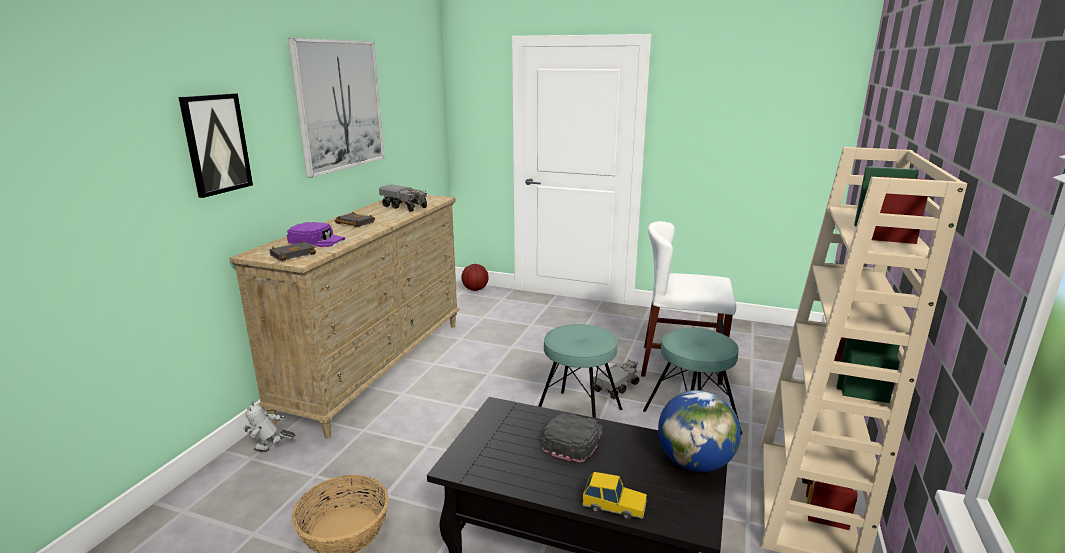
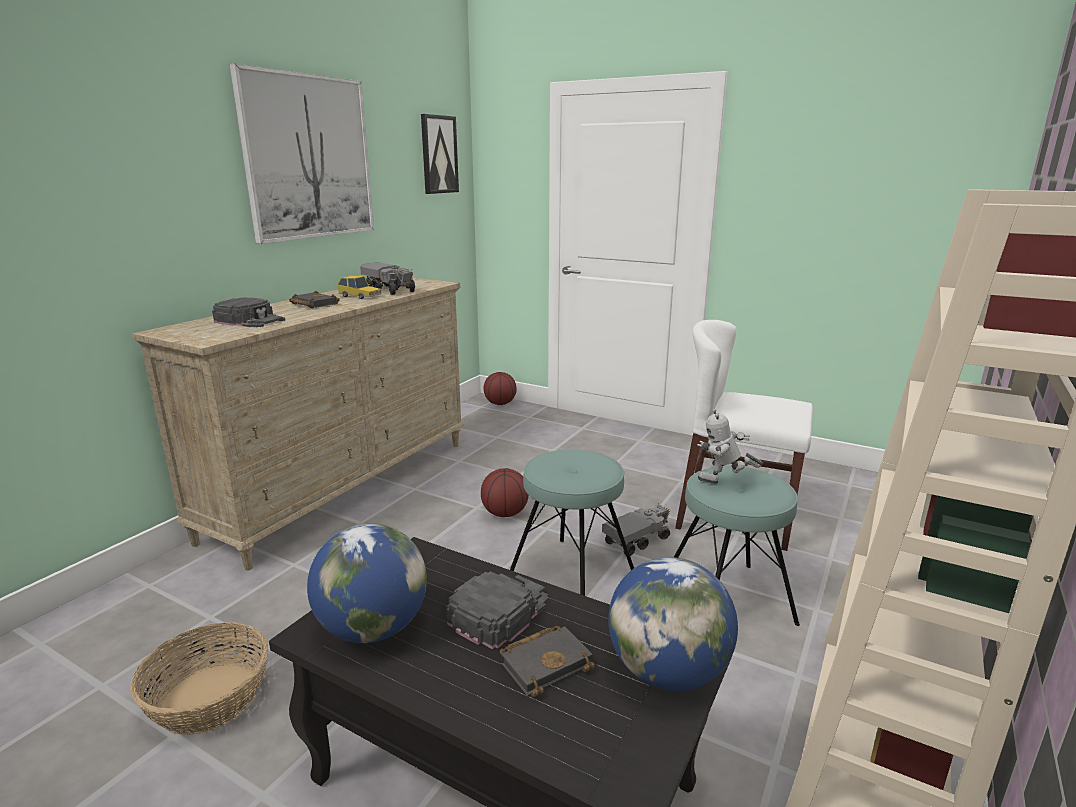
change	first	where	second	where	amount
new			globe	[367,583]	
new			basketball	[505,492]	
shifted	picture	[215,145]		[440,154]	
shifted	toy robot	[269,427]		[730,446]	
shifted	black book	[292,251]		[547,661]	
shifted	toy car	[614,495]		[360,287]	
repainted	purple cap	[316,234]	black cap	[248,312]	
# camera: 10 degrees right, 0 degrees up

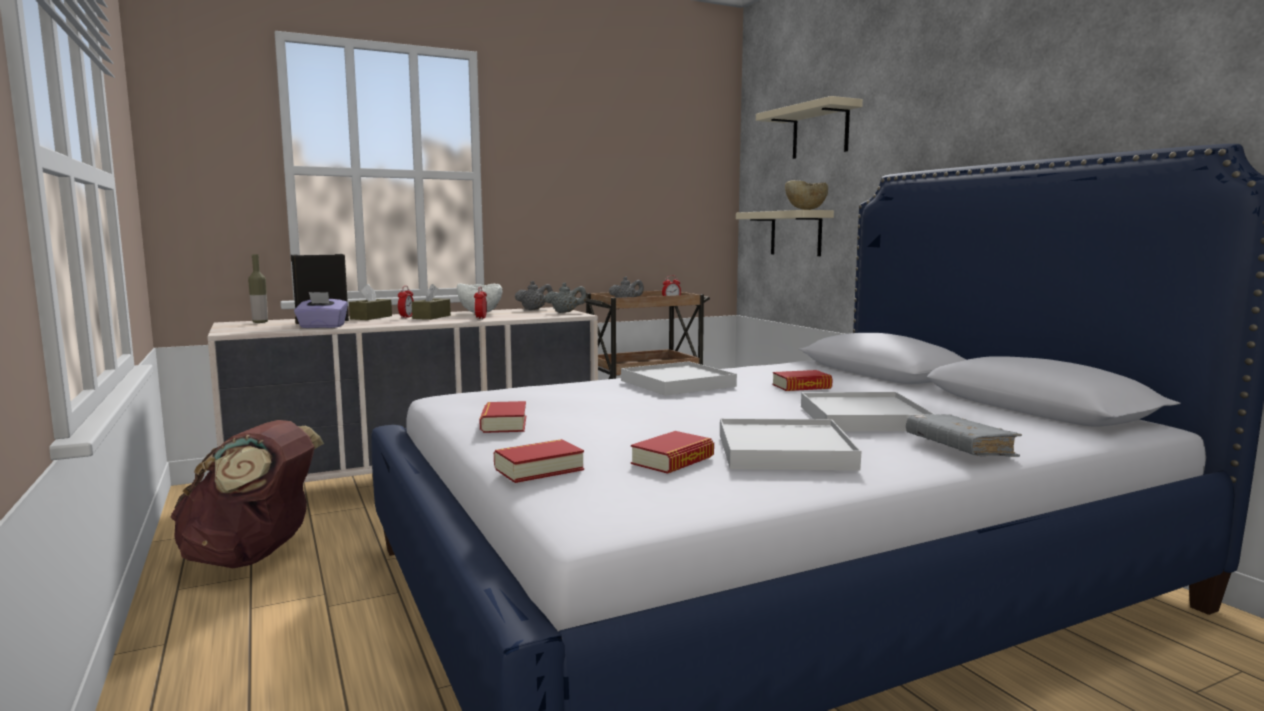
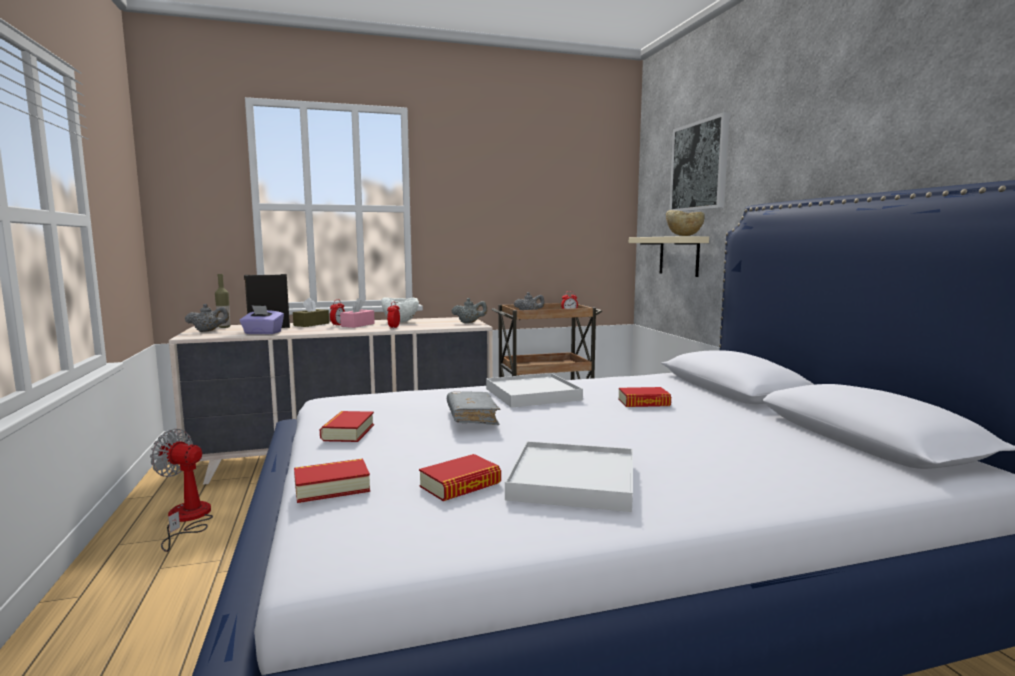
change	first	where	second	where	amount
gone	white tray	[867,411]			
shifted	grey teapot	[534,295]		[207,318]	
shifted	grey book	[964,435]		[473,408]	
swapped	brown backpack	[247,494]	fan	[181,490]	
swapped	beige shelf	[809,127]	picture	[699,161]	
repainted	brown tissue box	[431,302]	pink tissue box	[357,313]	
# camera: 10 degrees right, 0 degrees up

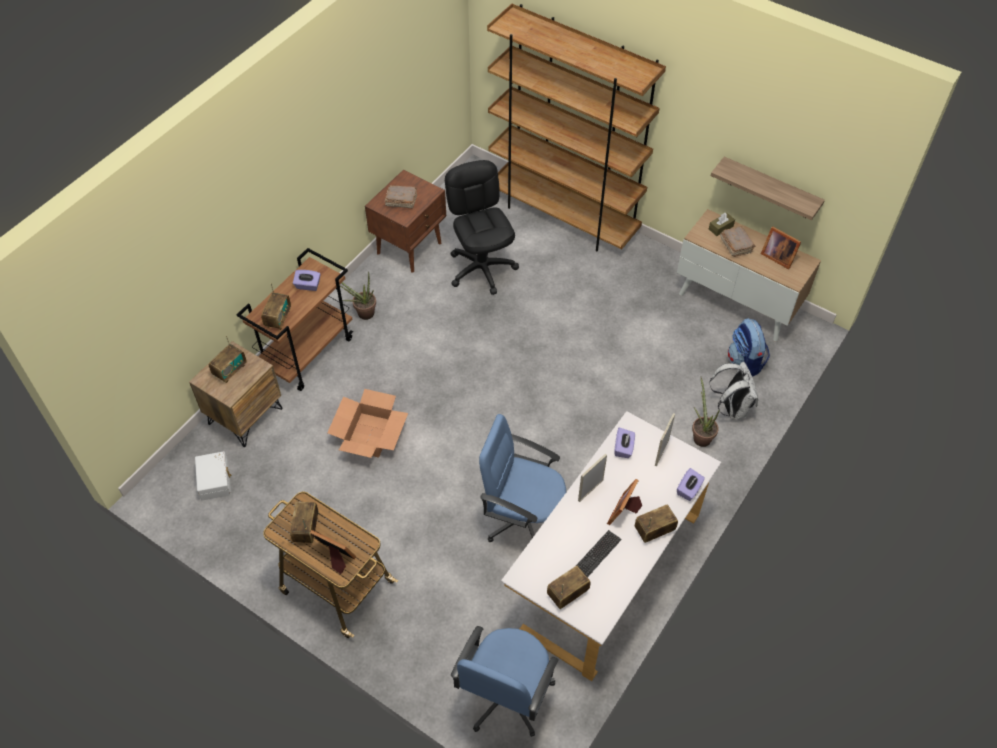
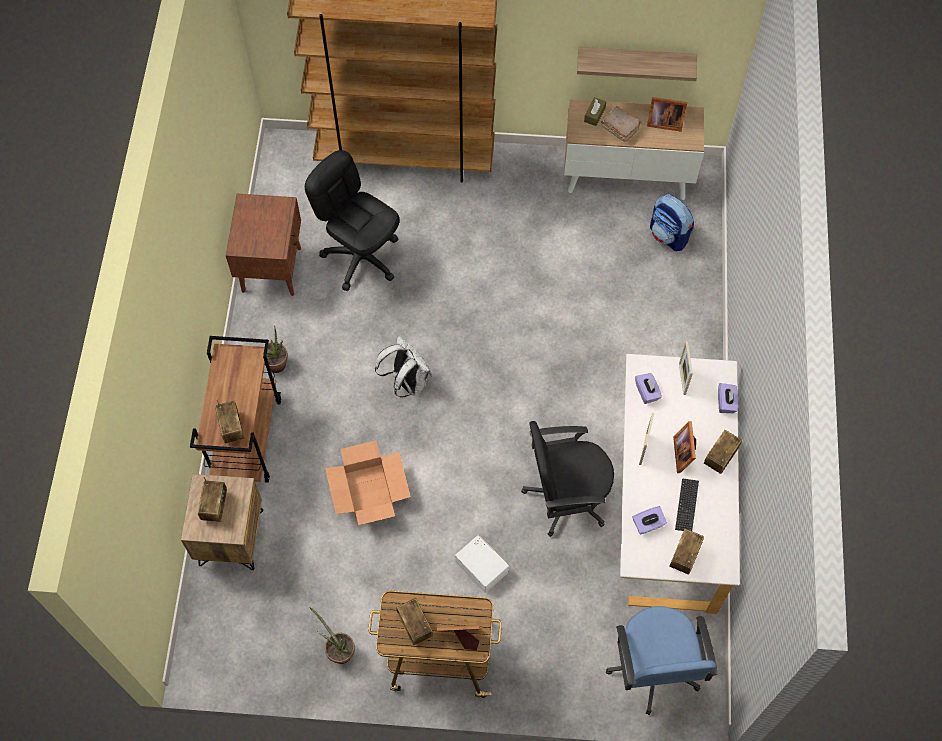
change	first	where	second	where	amount
gone	brown book	[401,196]			
shifted	white storage box	[213,476]		[482,564]	
shifted	purple tissue box	[306,280]		[649,520]	
shifted	potted plant	[706,412]		[332,635]	
shifted	white backpack	[733,391]		[403,367]	
repainted	blue office chair	[522,478]	black office chair	[567,479]	
# camera: 30 degrees left, 10 degrees up

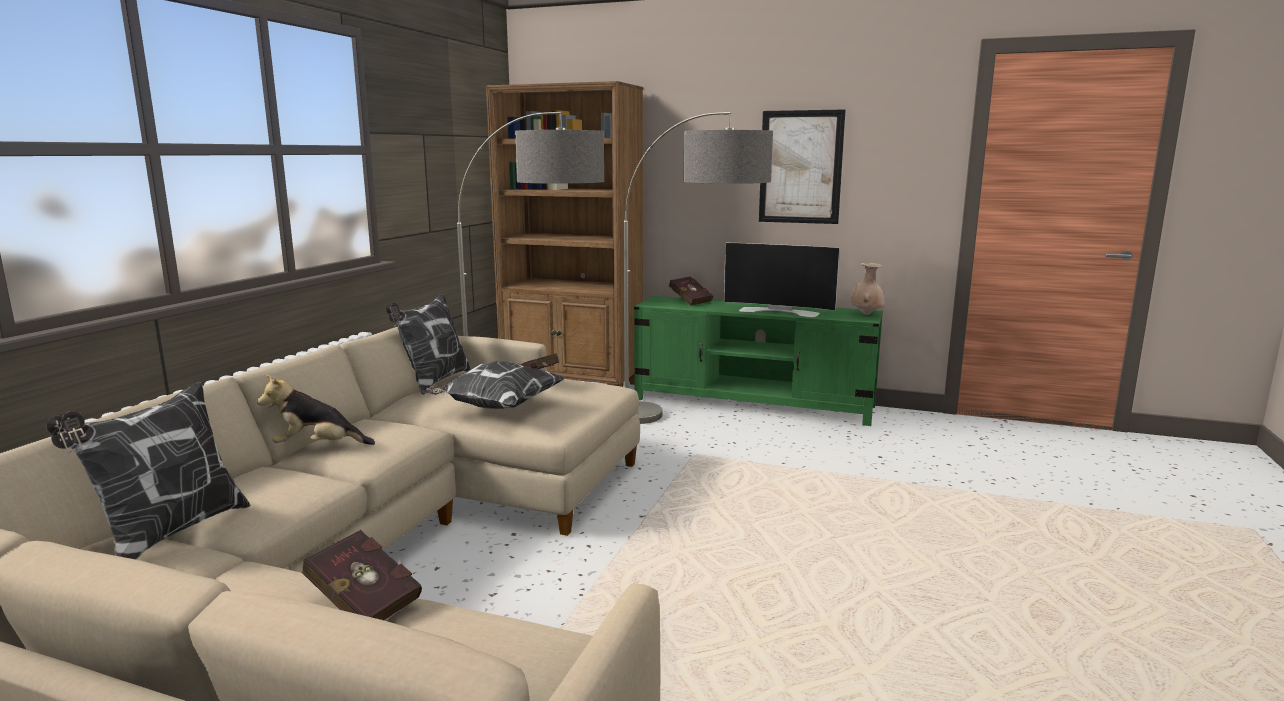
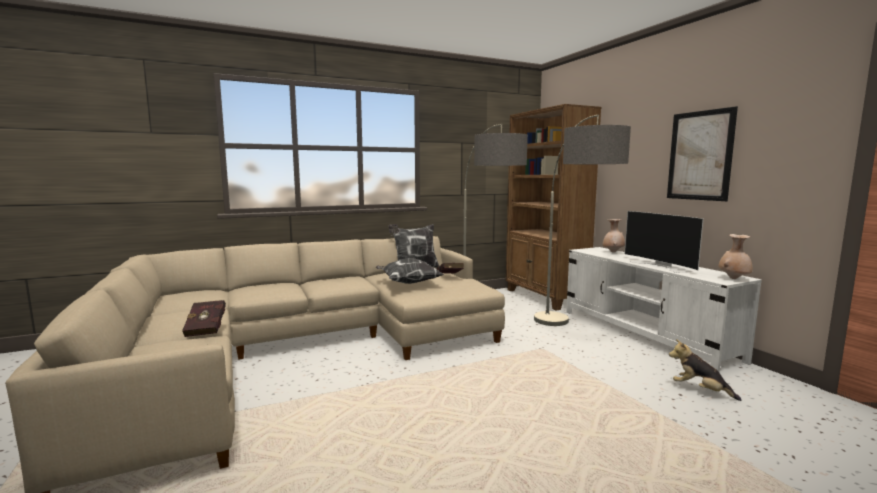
change	first	where	second	where	amount
gone	pillow	[148,470]			
shifted	plush toy	[316,409]		[705,370]	
swapped	red book	[691,291]	beige vase	[613,236]	
repainted	green tv stand	[758,361]	white tv stand	[664,310]	
# camera: 45 degrees right, 5 degrees down

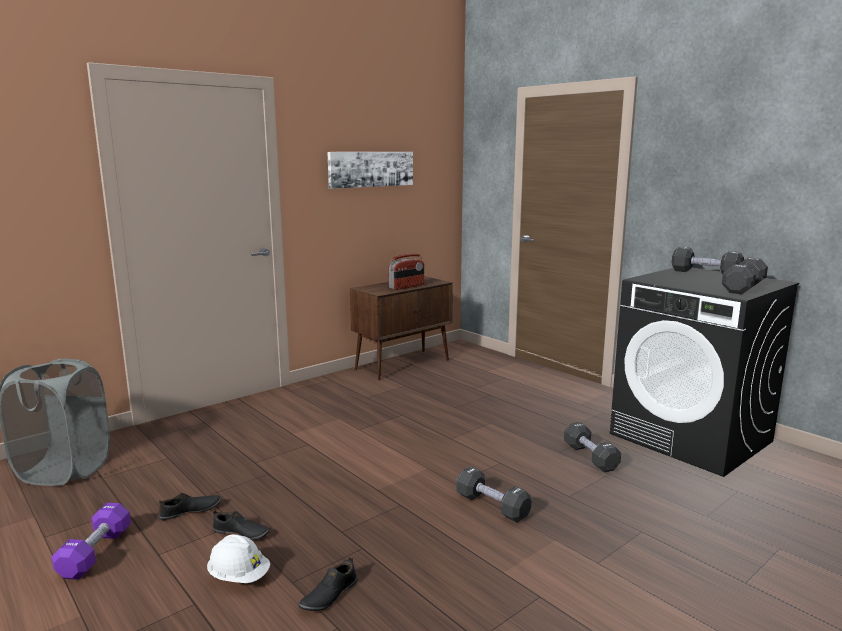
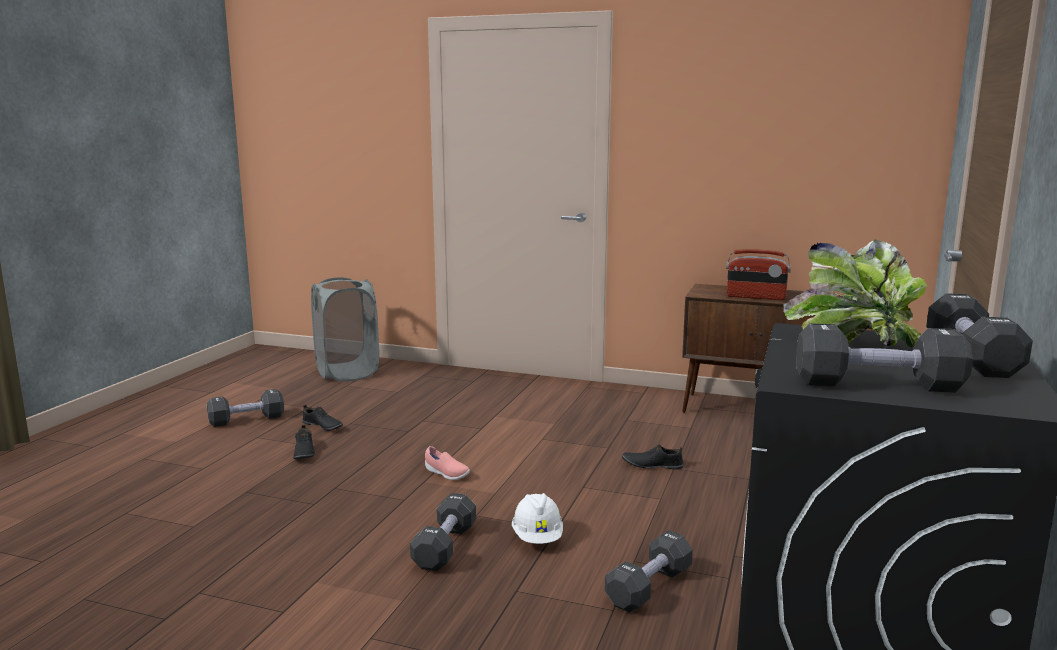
change	first	where	second	where	amount
gone	picture	[370,170]			
new			pink shoe	[447,463]	
new			potted plant	[855,293]	
shifted	white hard hat	[238,558]		[537,518]	
shifted	black shoe	[328,584]		[653,456]	
repainted	purple dumbbell	[91,541]	black dumbbell	[245,408]	
# camera: 60 degrees right, 0 degrees up

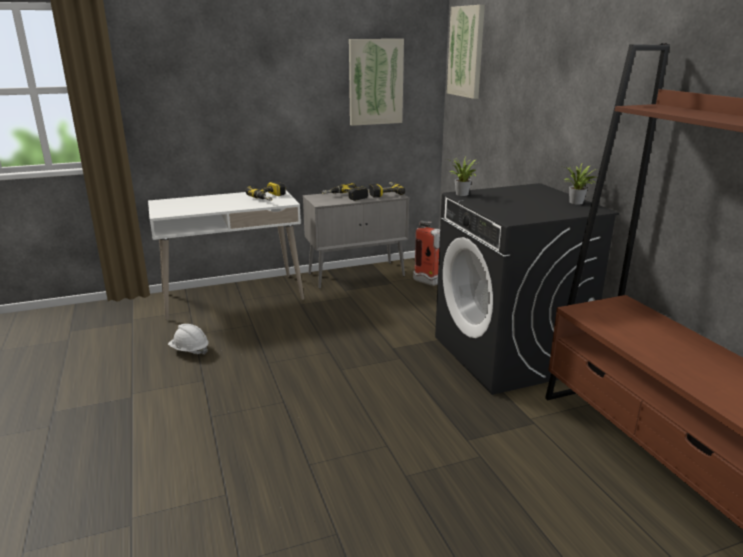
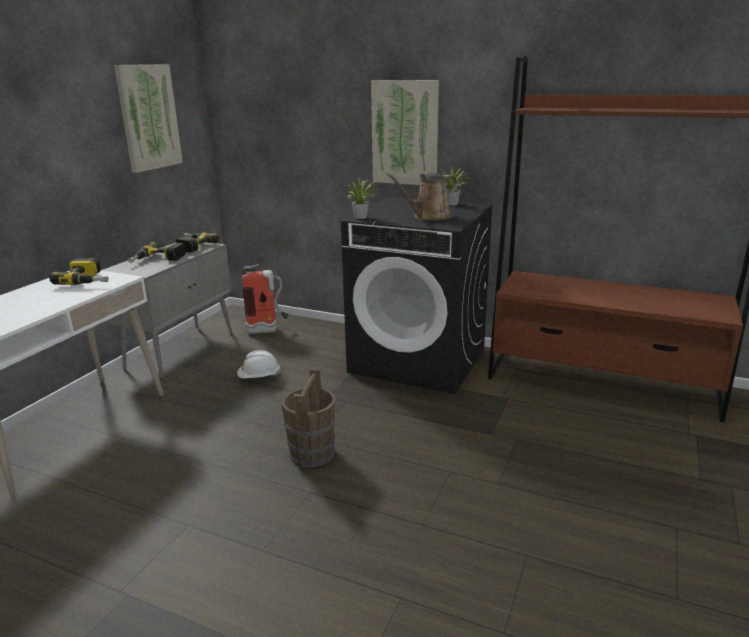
change	first	where	second	where	amount
new			brown bucket	[308,418]	
new			brown watering can	[422,196]	
shifted	white hard hat	[188,339]		[259,364]	
shifted	picture	[466,52]		[405,132]	
# camera: 45 degrees left, 0 degrees up

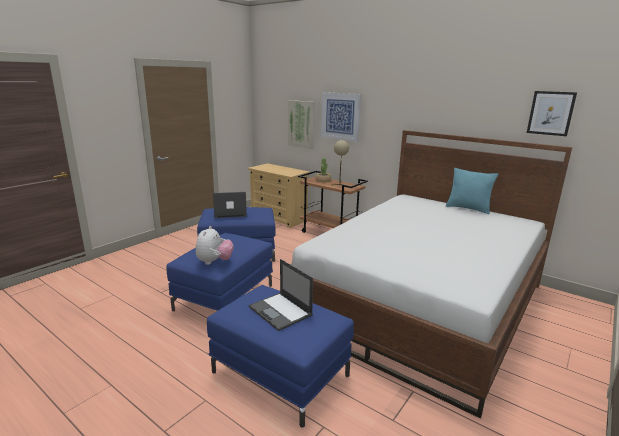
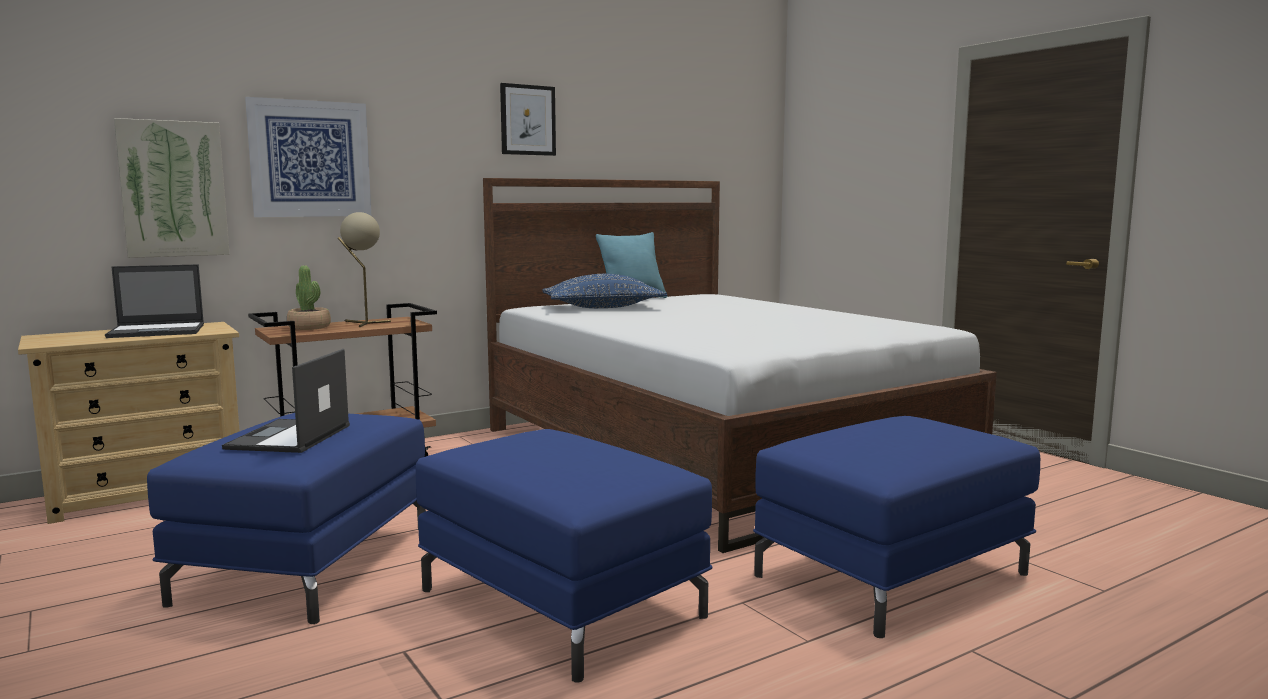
change	first	where	second	where	amount
gone	plush toy	[214,245]			
new			blue pillow	[604,291]	
shifted	laptop	[281,295]		[154,301]	
shifted	picture	[552,113]		[528,119]	
# camera: 70 degrees left, 10 degrees down

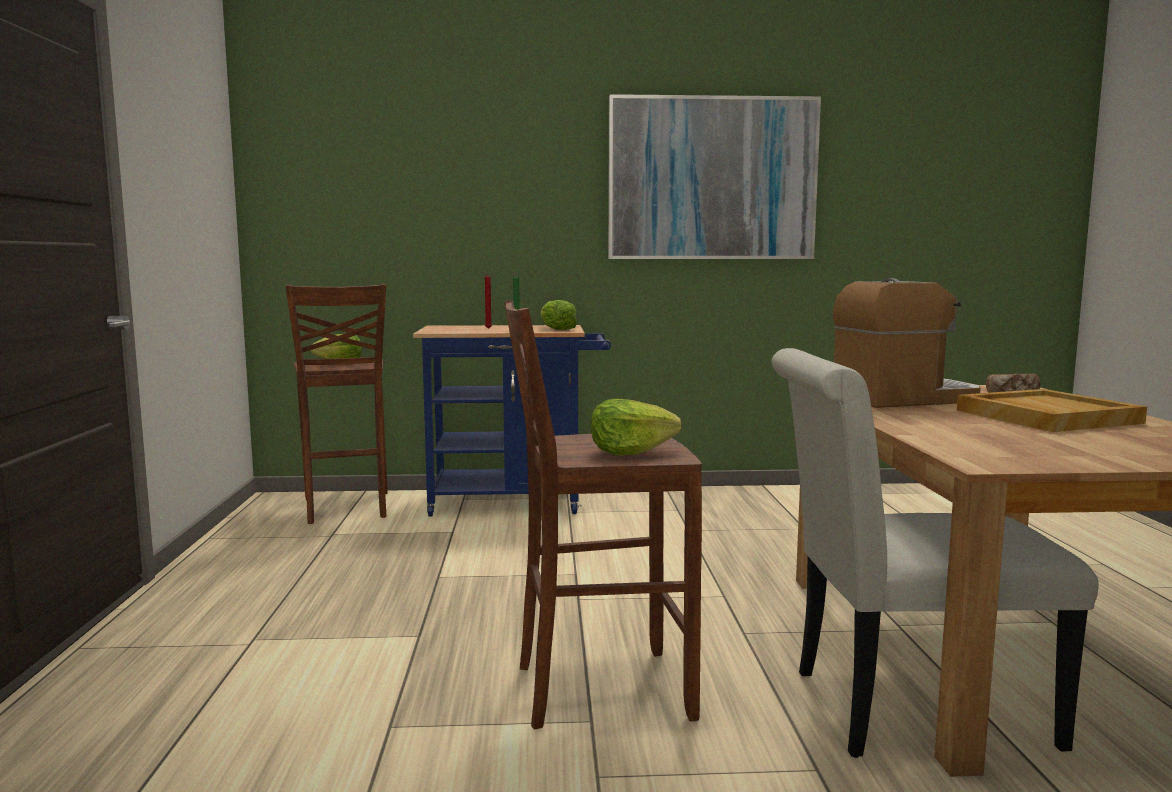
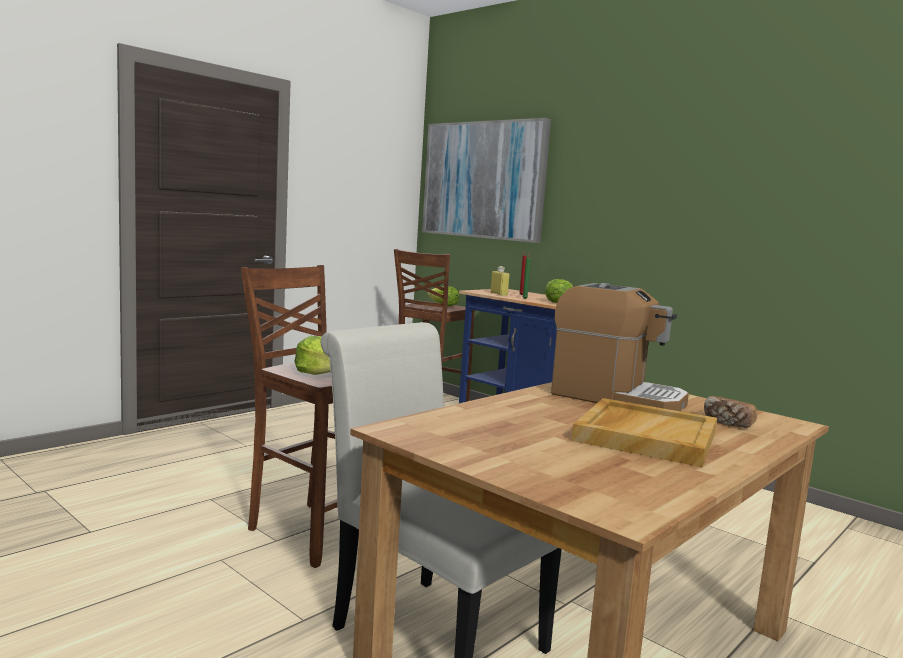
change	first	where	second	where	amount
new			yellow bottle	[499,281]	
shifted	picture	[714,176]		[486,180]	
# camera: 45 degrees right, 0 degrees up

